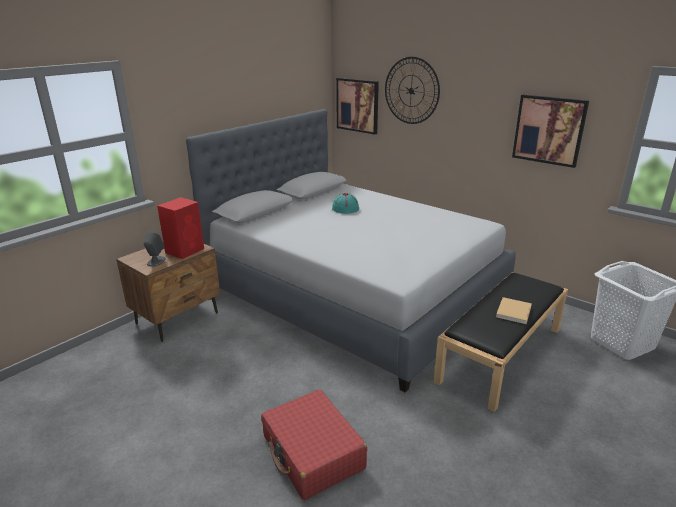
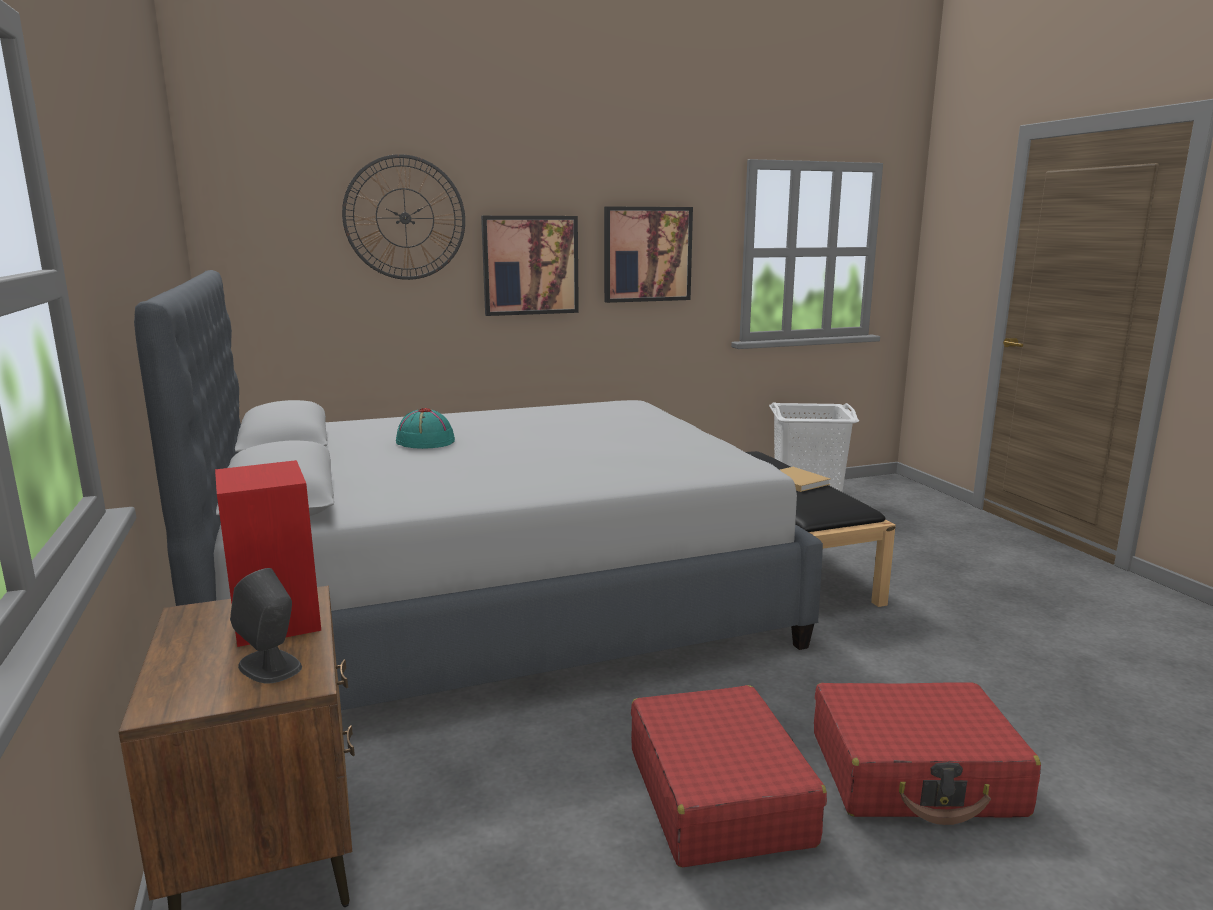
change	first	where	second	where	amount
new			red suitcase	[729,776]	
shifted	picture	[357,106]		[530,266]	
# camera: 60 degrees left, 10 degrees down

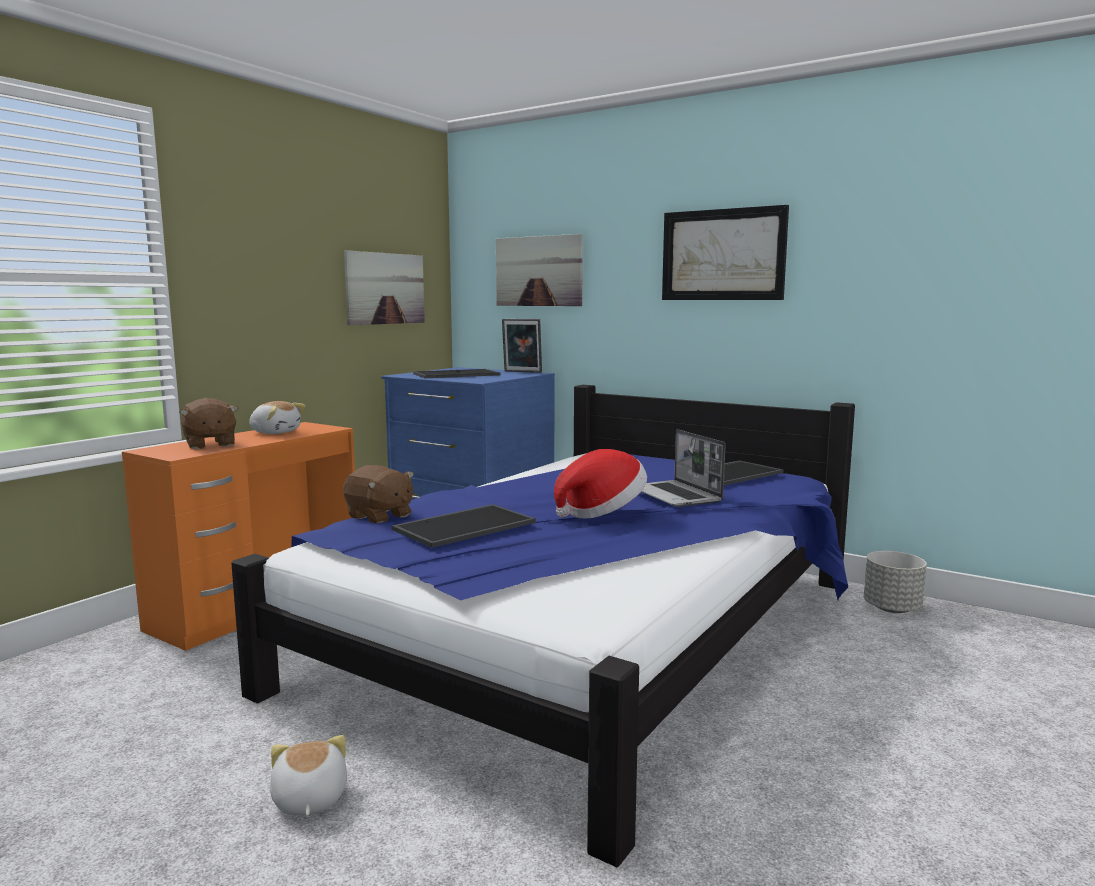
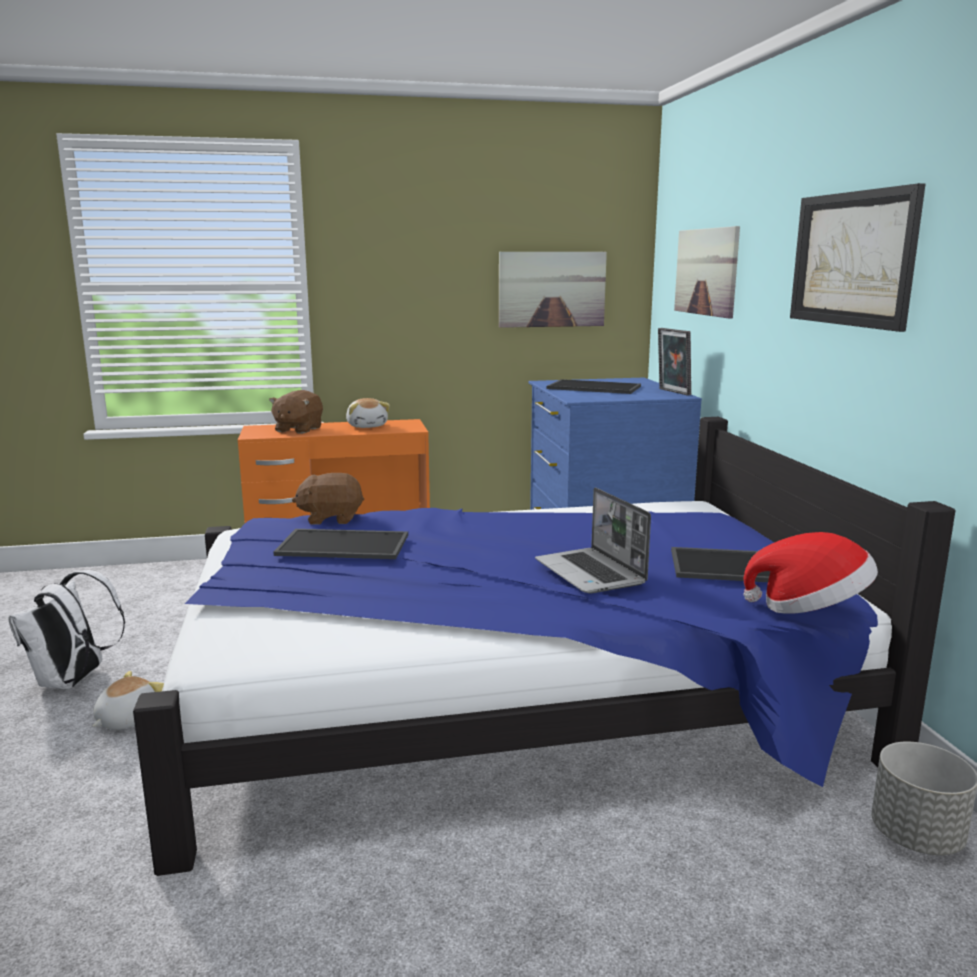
change	first	where	second	where	amount
new			white backpack	[66,629]	
shifted	hat	[600,483]		[811,573]	
rotated	brown plush toy	[378,494]		[328,499]	90 degrees clockwise
rotated	laptop	[683,468]		[593,540]	45 degrees counterclockwise
# camera: 45 degrees right, 5 degrees up

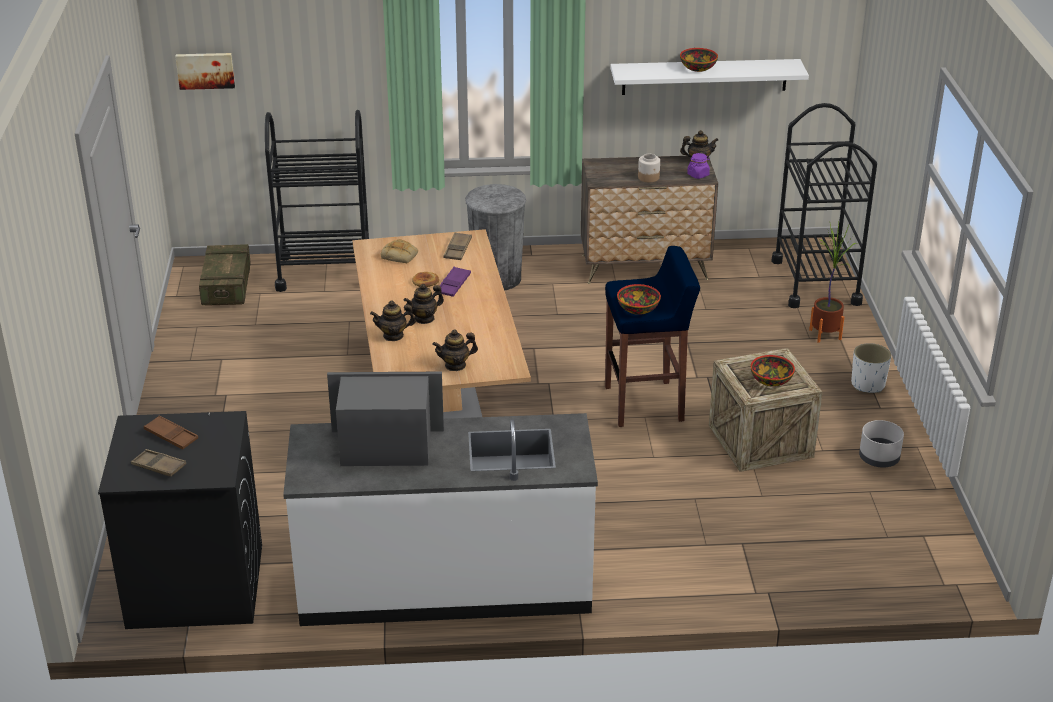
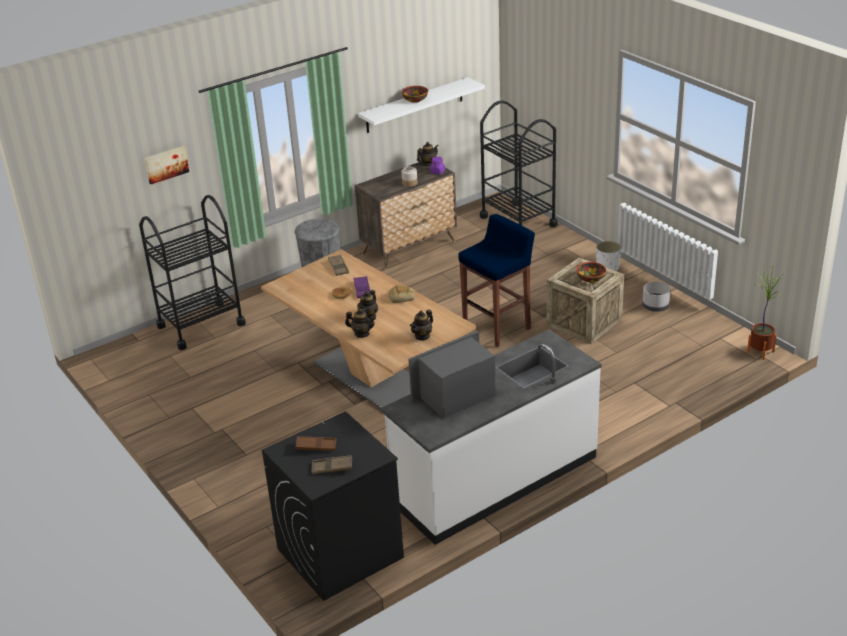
change	first	where	second	where	amount
gone	crate	[224,275]			
gone	bowl	[639,299]			
shifted	picture	[205,71]		[167,165]	
shifted	bread	[399,251]		[401,294]	
shifted	potted plant	[833,283]		[765,312]	
rotated	teapot	[393,321]		[360,323]	120 degrees counterclockwise
# camera: 30 degrees left, 0 degrees up

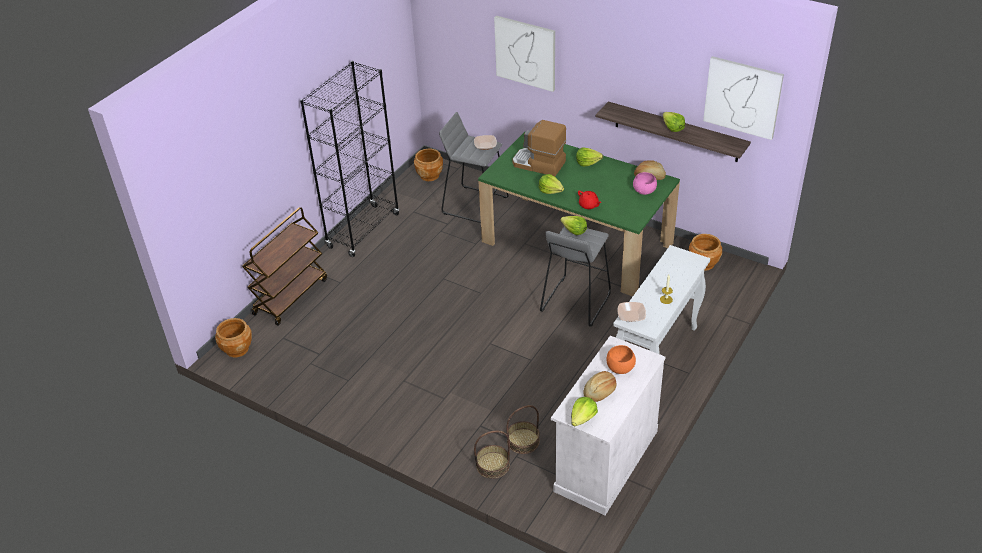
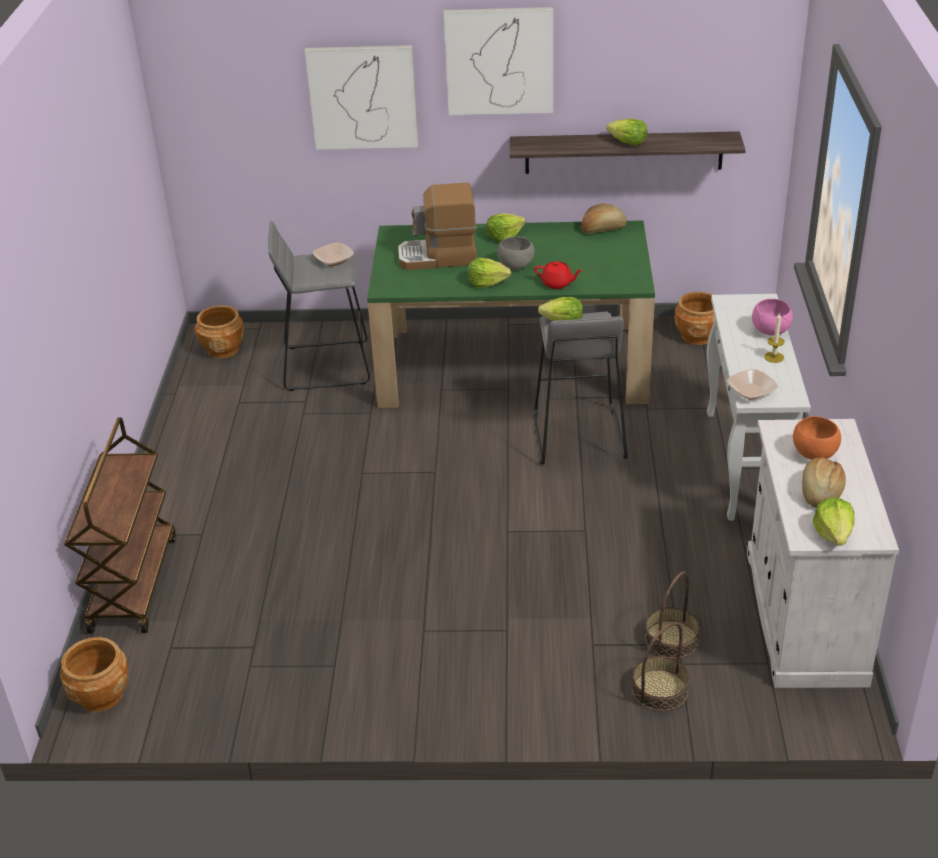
change	first	where	second	where	amount
gone	black bookcase	[349,159]			
new			grey bowl	[516,253]	
shifted	pink bowl	[645,183]		[772,317]	
shifted	picture	[743,98]		[498,61]	
# camera: 30 degrees left, 5 degrees down

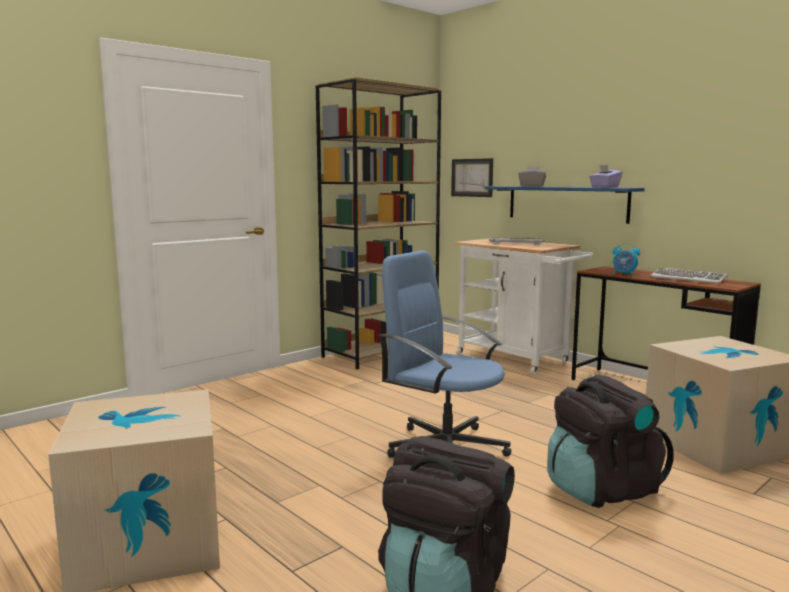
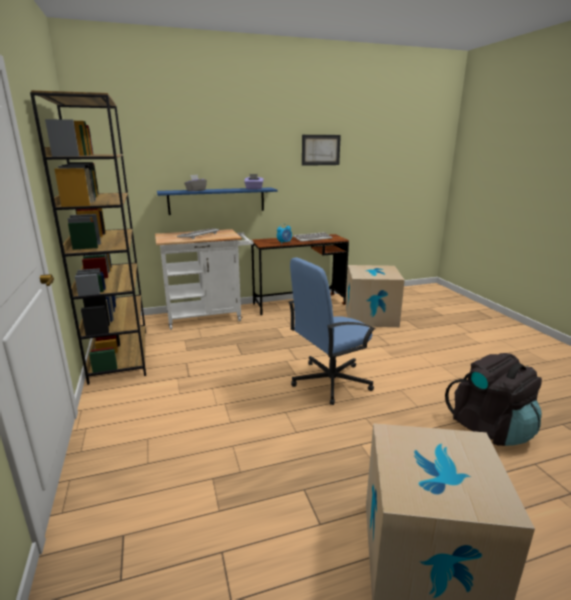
change	first	where	second	where	amount
gone	black backpack	[610,441]			
shifted	picture	[472,177]		[321,150]	
# camera: 65 degrees left, 10 degrees up

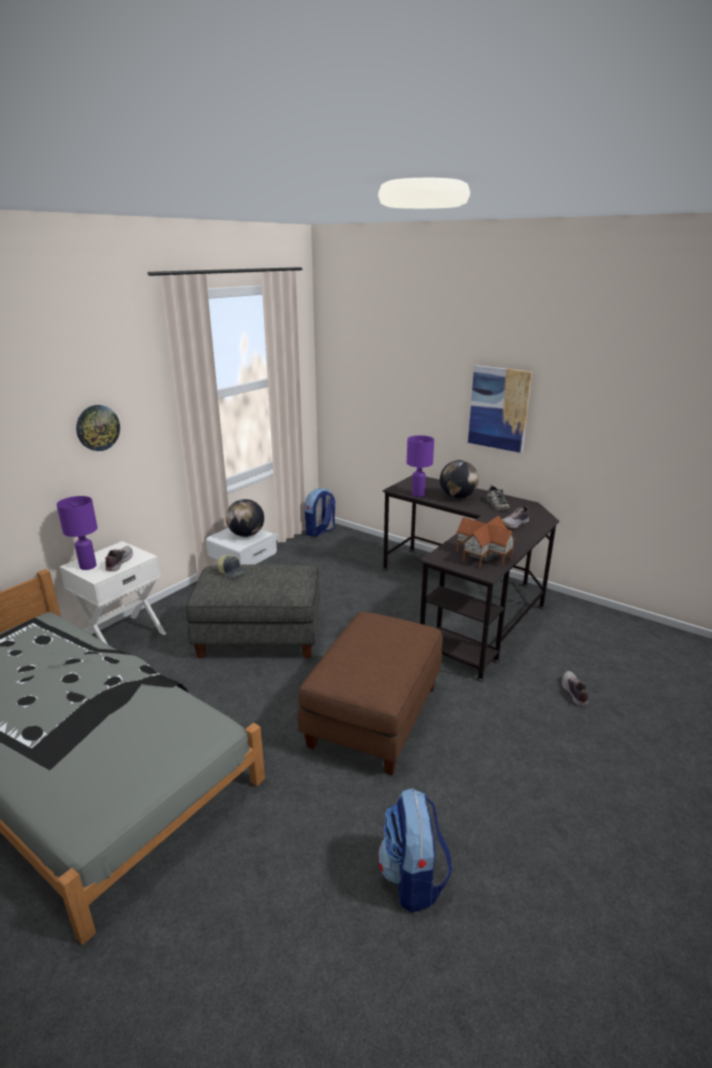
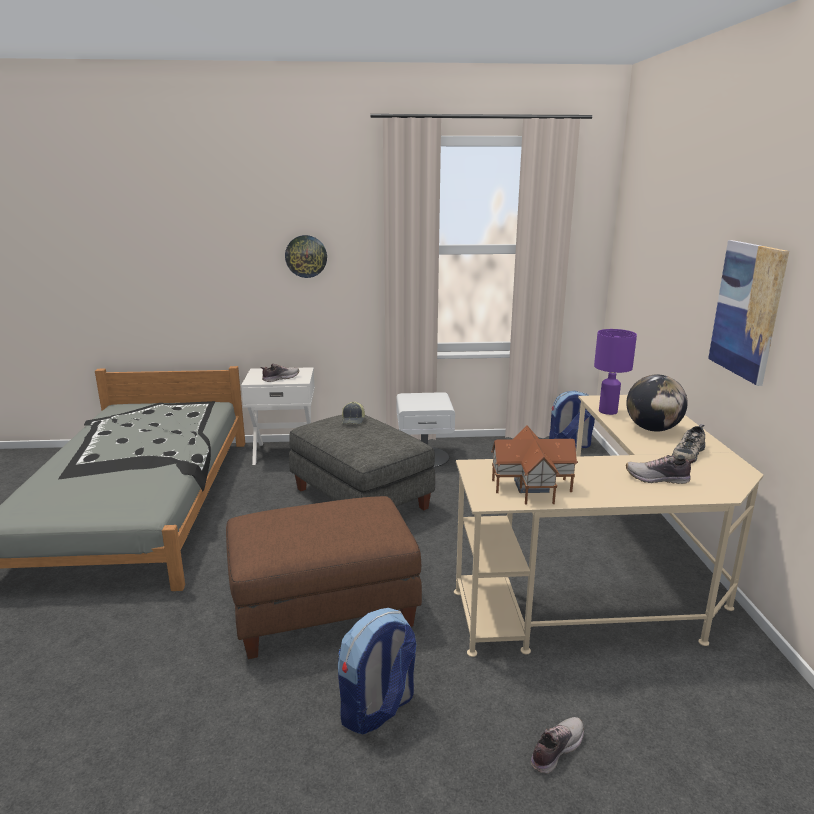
change	first	where	second	where	amount
gone	purple table lamp	[77,533]			
gone	globe	[245,518]			
shifted	backpack	[415,850]		[377,671]	
repainted	black desk	[471,578]	beige desk	[608,526]	
# camera: 50 degrees right, 5 degrees down

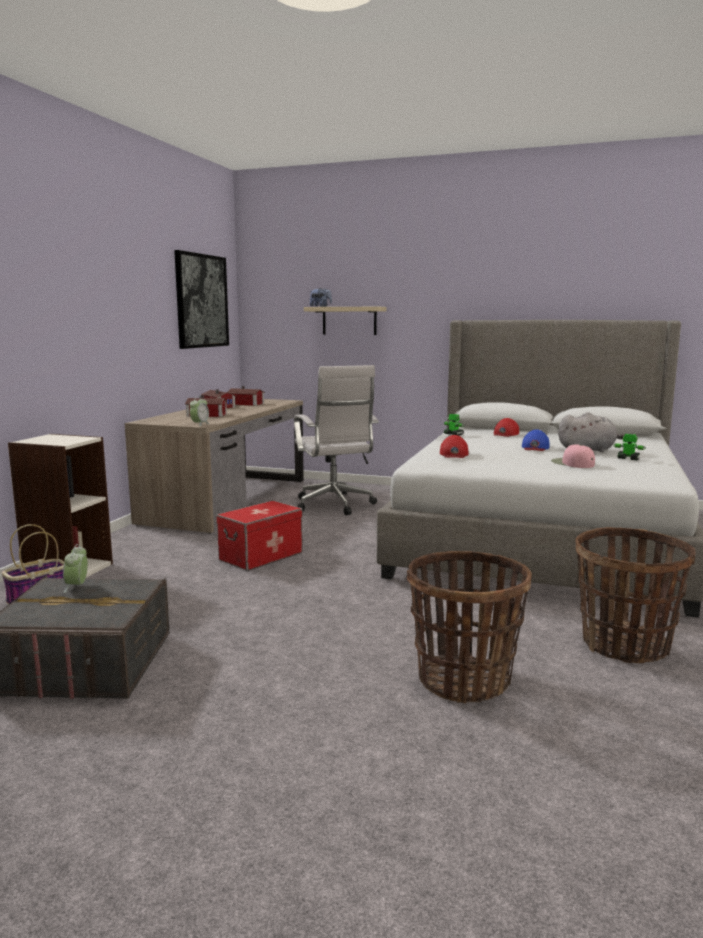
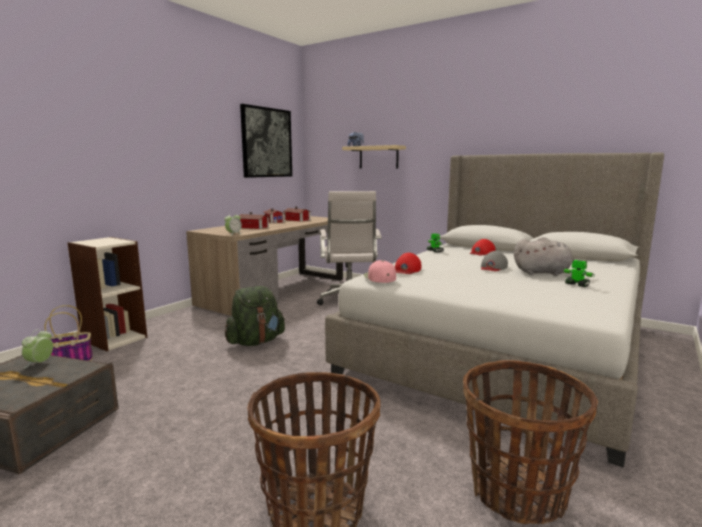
change	first	where	second	where	amount
shifted	pink cap	[573,456]		[380,271]	
swapped	storage box	[259,536]	green backpack	[255,316]	
repainted	blue cap	[536,440]	grey cap	[494,261]	
# camera: 15 degrees right, 0 degrees up

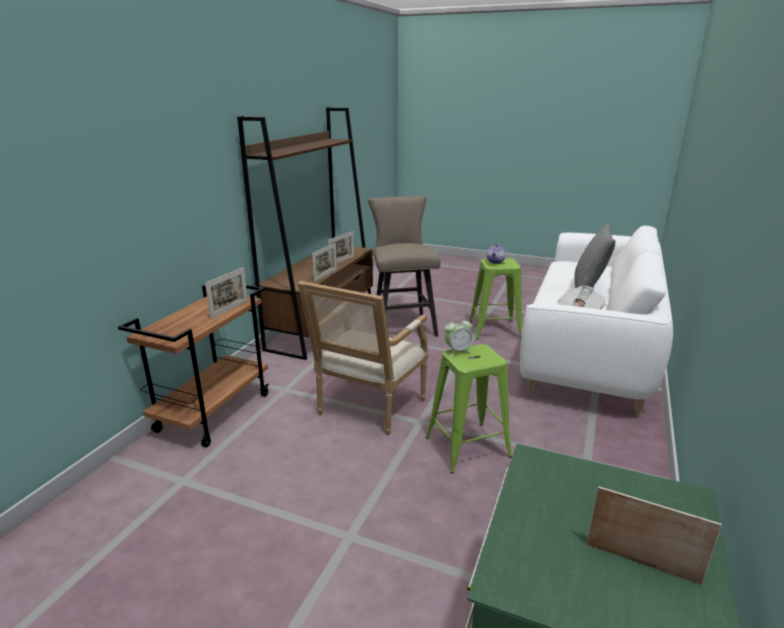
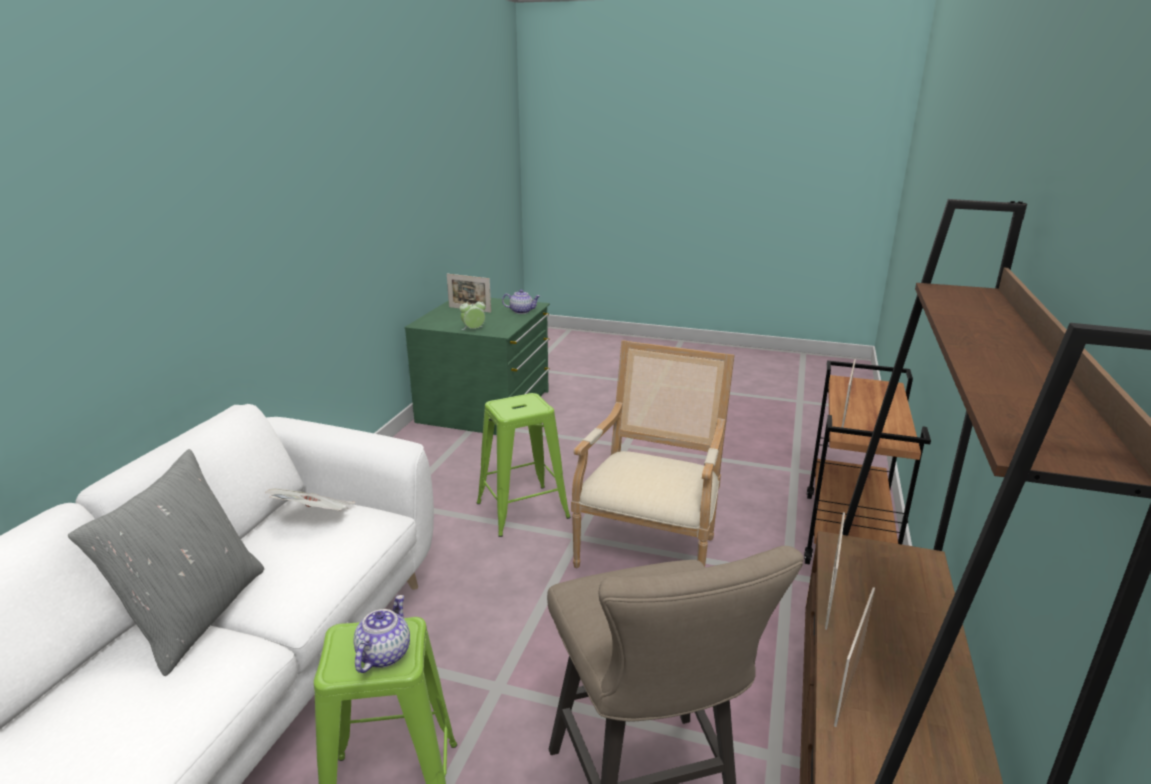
change	first	where	second	where	amount
new			teapot	[521,302]	
shifted	alarm clock	[459,336]		[472,314]	
# camera: 175 degrees right, 0 degrees up

